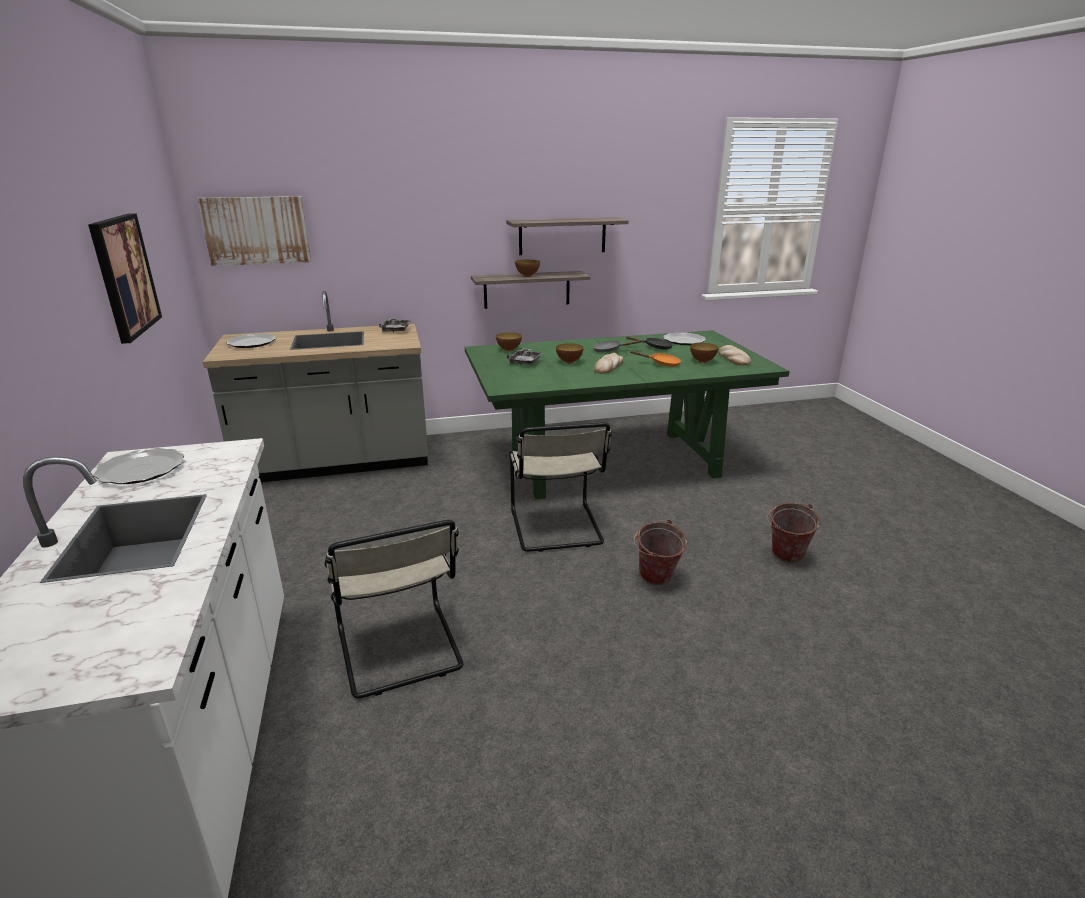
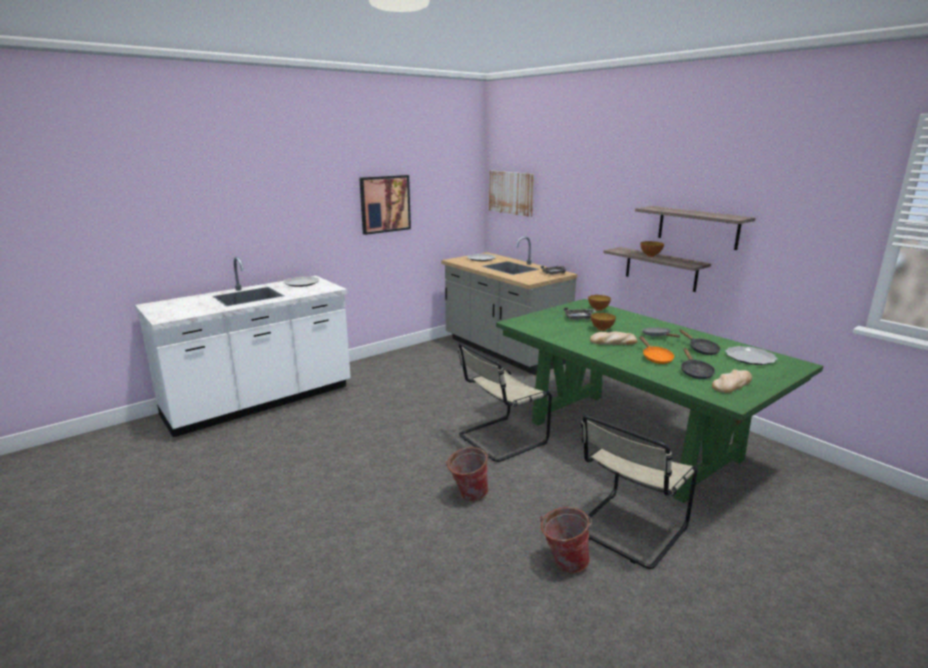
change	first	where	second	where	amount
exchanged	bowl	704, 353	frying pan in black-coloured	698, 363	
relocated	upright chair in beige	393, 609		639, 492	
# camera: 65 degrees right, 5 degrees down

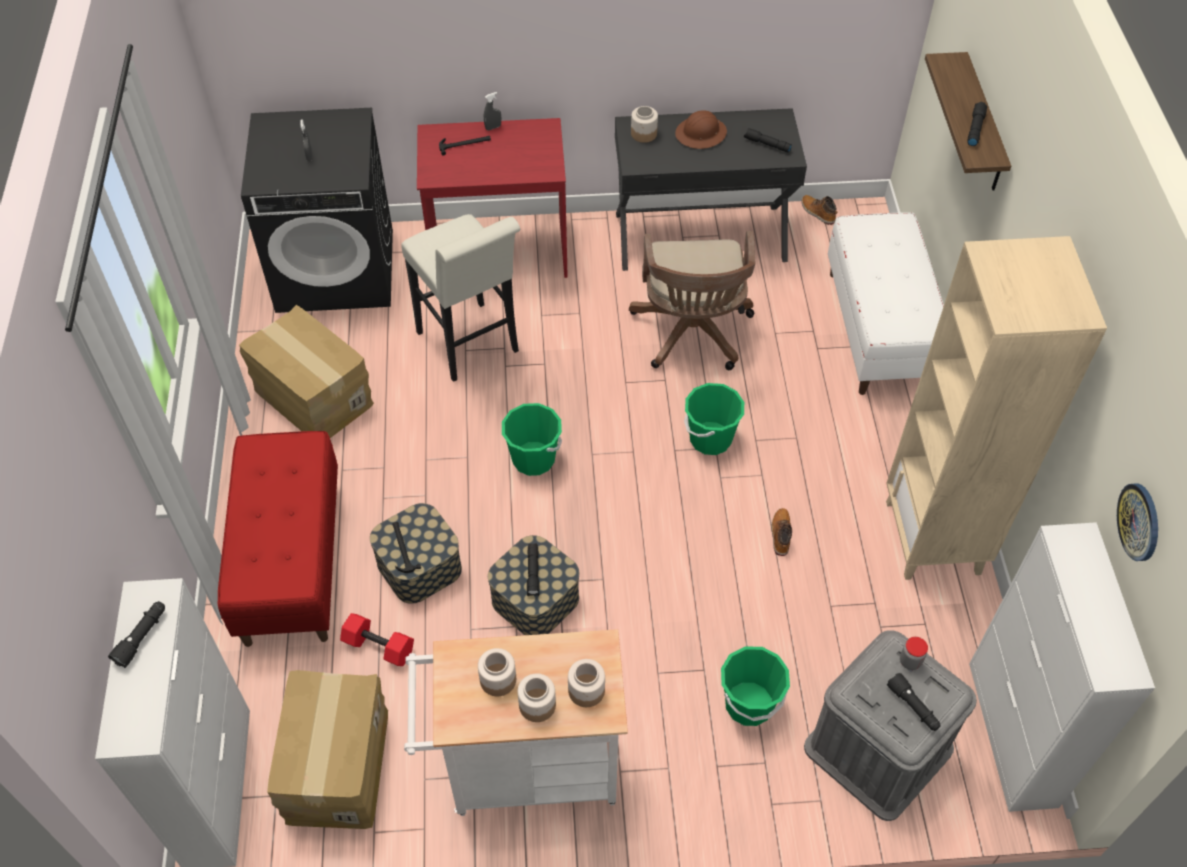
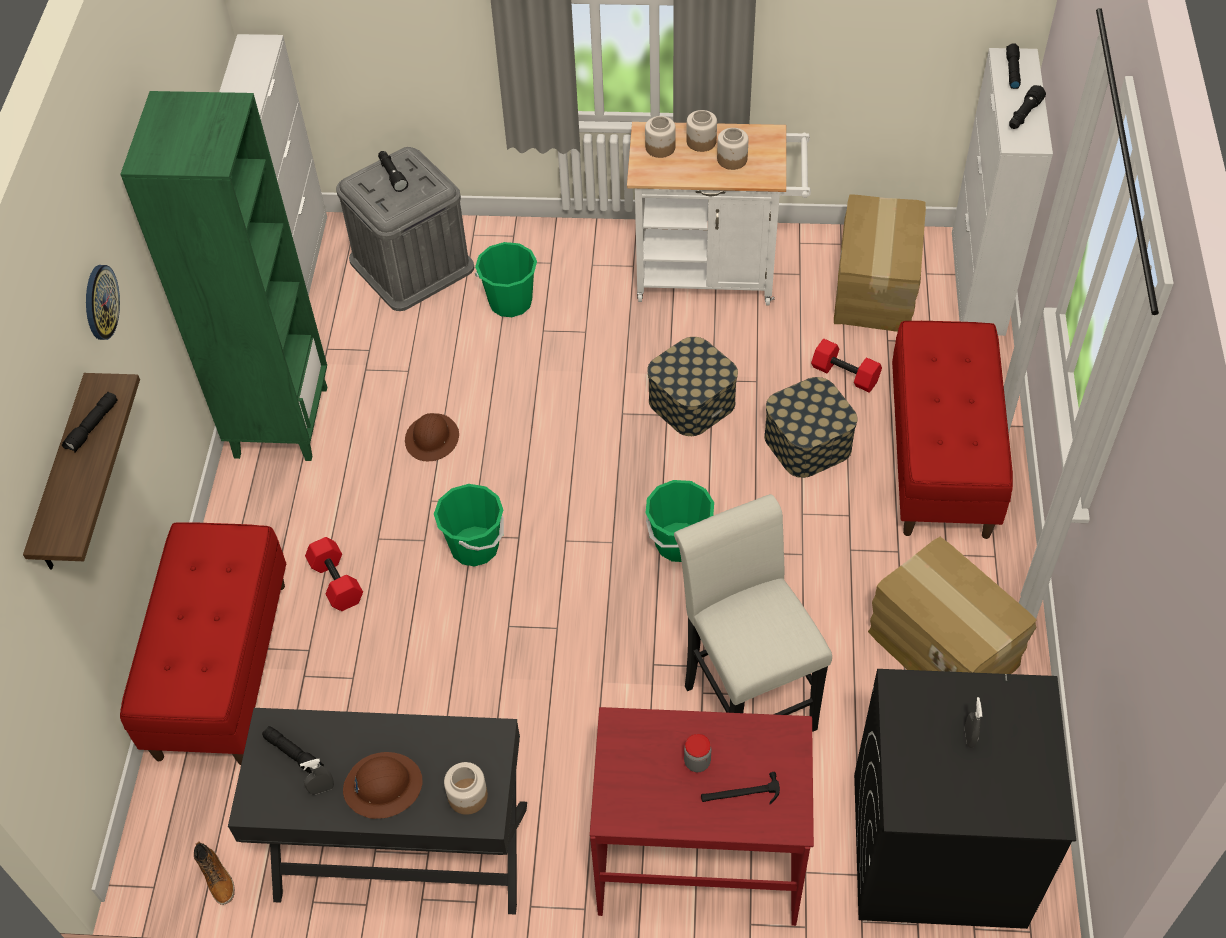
change	first	where	second	where	amount
relocated	hand sprayer in gray	492, 111		317, 777	
colour	bench in white	886, 303	bench in red-coloured	203, 643	
missing	desk chair in brown	692, 300			
colour	bookshelf in beige	996, 408	bookshelf in green-coloured	223, 276	
relocated	clock on the wall	1137, 522		103, 302	
exchanged	tall boot	781, 532	work helmet in brown	432, 437	
missing	tool hammer	406, 547			
relocated	hand torch in black-coloured	533, 569		1013, 66	
relocated	preserve jar	914, 653		697, 753	
appeared			free weight in red-coloured	334, 574	
# camera: 170 degrees left, 0 degrees up

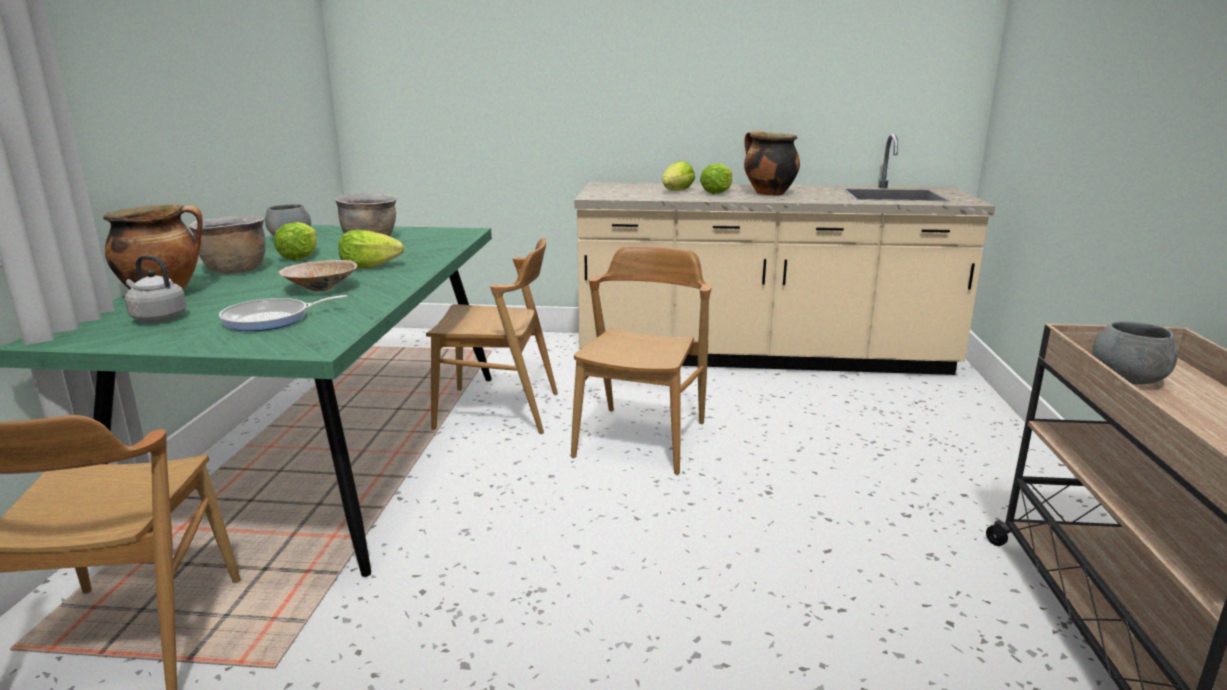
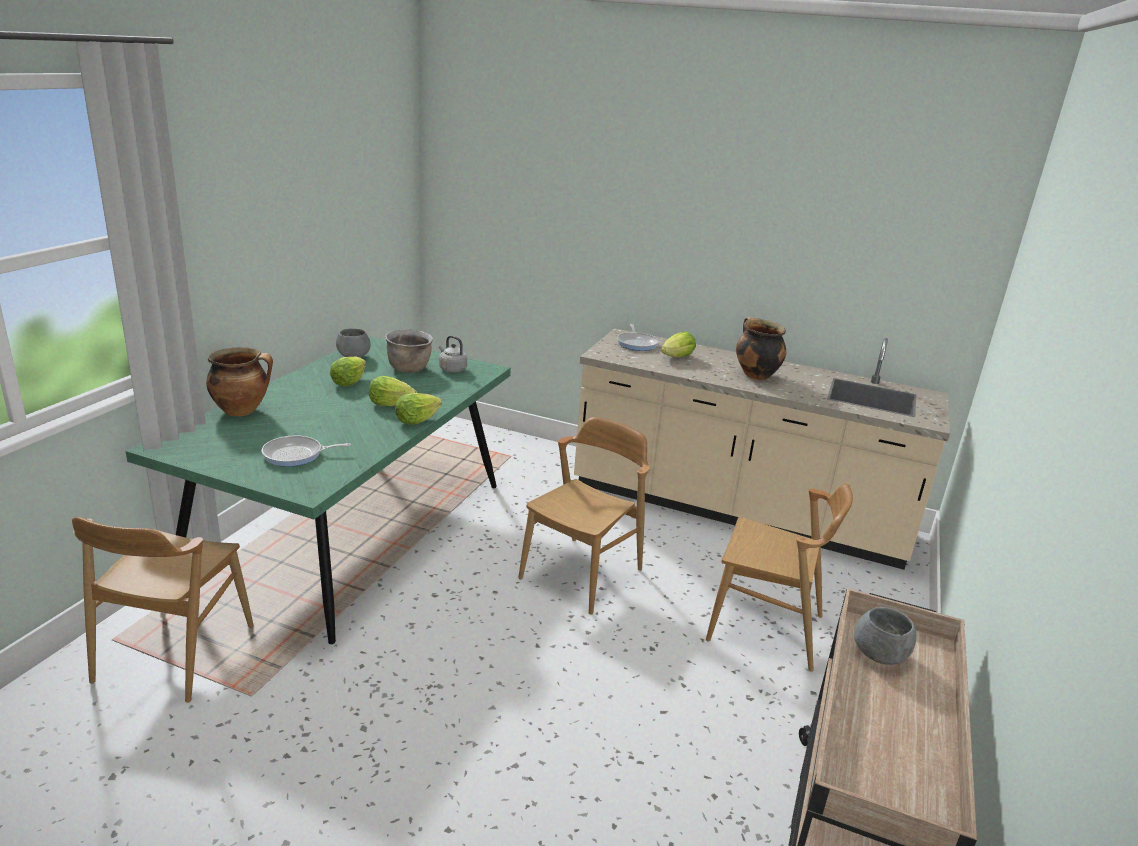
change	first	where	second	where	amount
relocated	lettuce	716, 178		418, 409	
missing	saucepot in brown	227, 245			
relocated	upright chair in brown	492, 336		779, 578	
relocated	tea kettle in gray	156, 289		453, 353	
missing	bowl in beige	317, 275			
appeared			frying pan	638, 337	
# camera: 15 degrees right, 5 degrees up

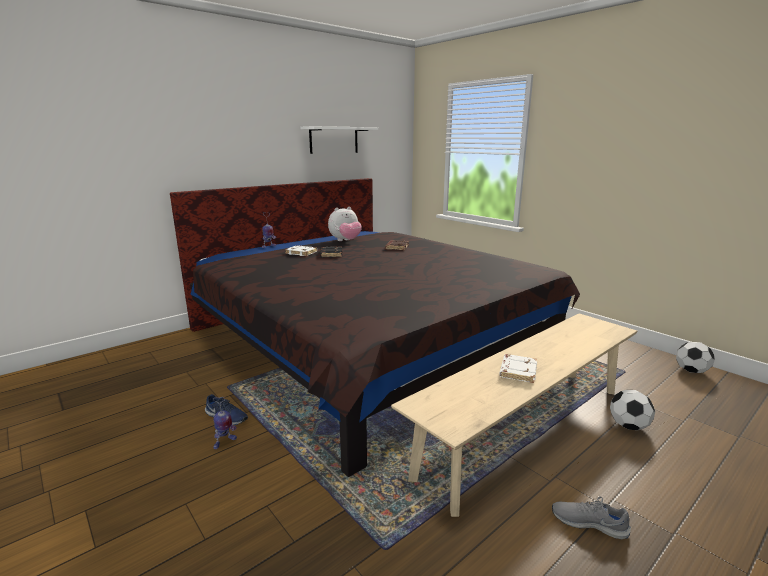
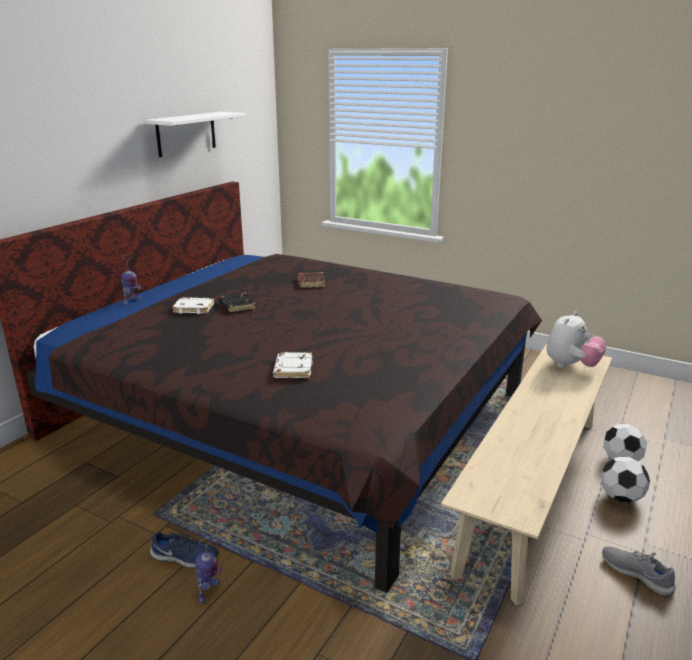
change	first	where	second	where	amount
relocated	cuddly toy	345, 224		576, 339	
relocated	football ball	695, 357		625, 480	
relocated	book in white	518, 368		293, 365	
spun	shoe in gray	591, 518		639, 571	45 degrees clockwise
# camera: 20 degrees left, 5 degrees up

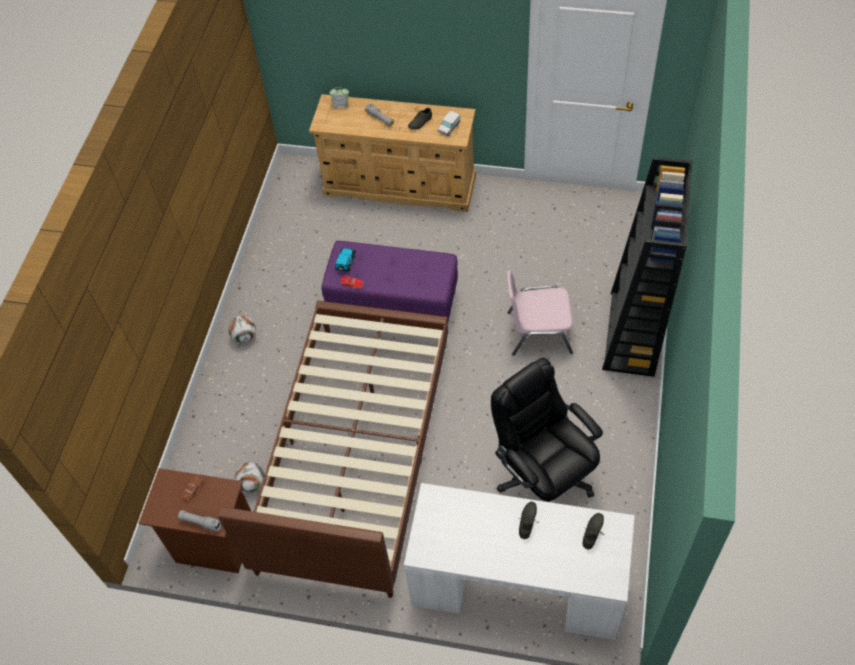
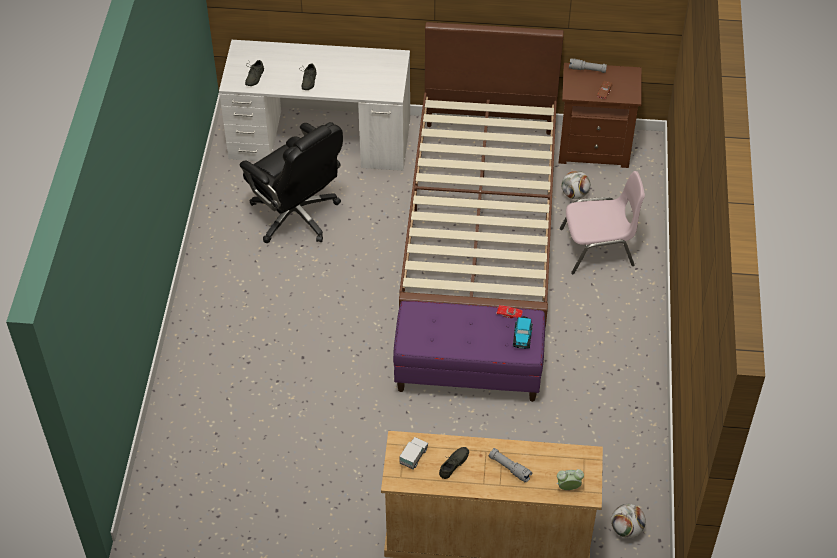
change	first	where	second	where	amount
missing	bookshelf in black-coloured	647, 267			
relocated	upright chair in pink	540, 313		602, 222	
relocated	football ball	242, 329		628, 521	
# camera: 170 degrees right, 5 degrees down

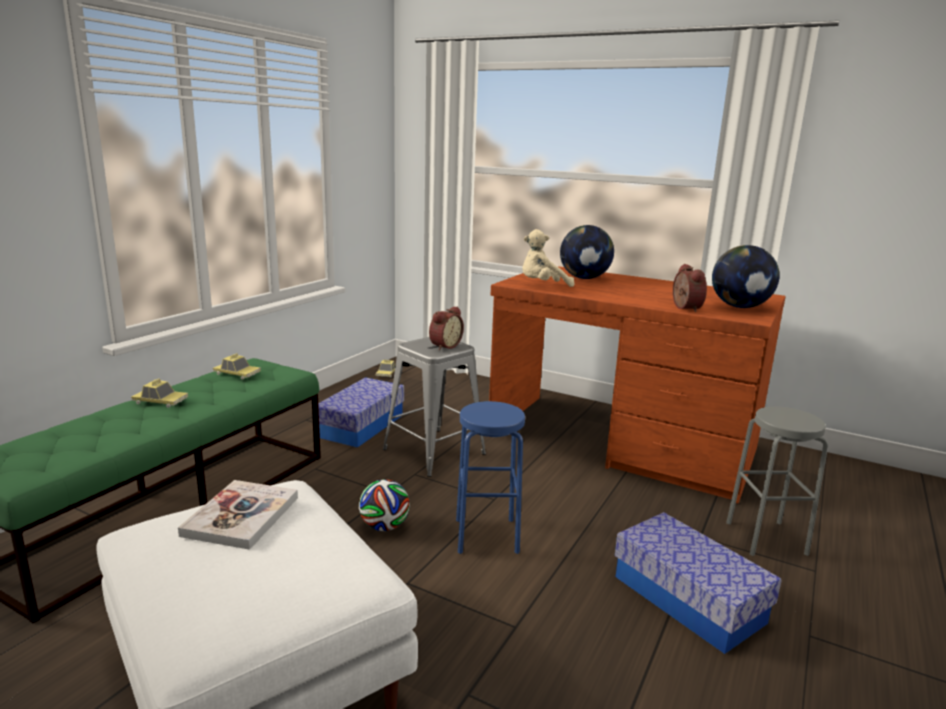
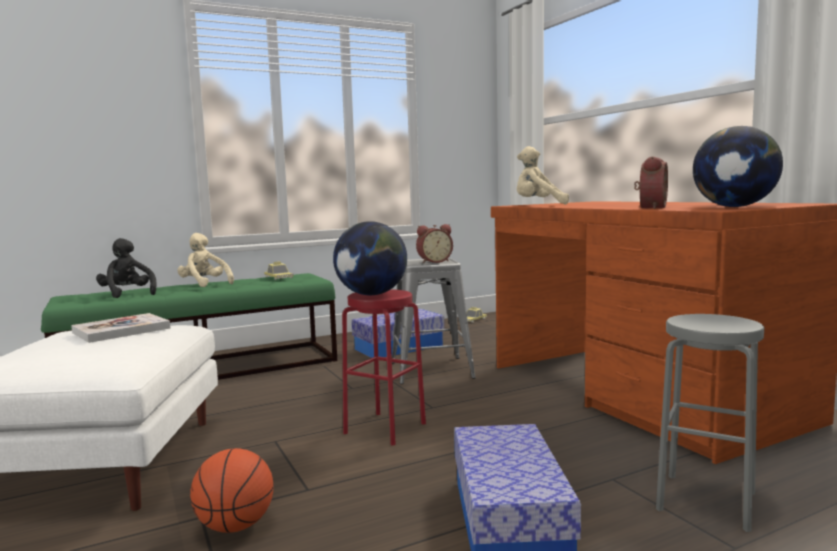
change	first	where	second	where	amount
relocated	world globe	587, 252		370, 258	
exchanged	miniature car	159, 393	cuddly toy in beige	205, 260	
colour	stool in blue-coloured	490, 477	stool in red-coloured	384, 367	
missing	football ball	384, 505			
appeared			cuddly toy in black-coloured	126, 268	
appeared			basketball	232, 490	
# camera: 35 degrees right, 10 degrees down

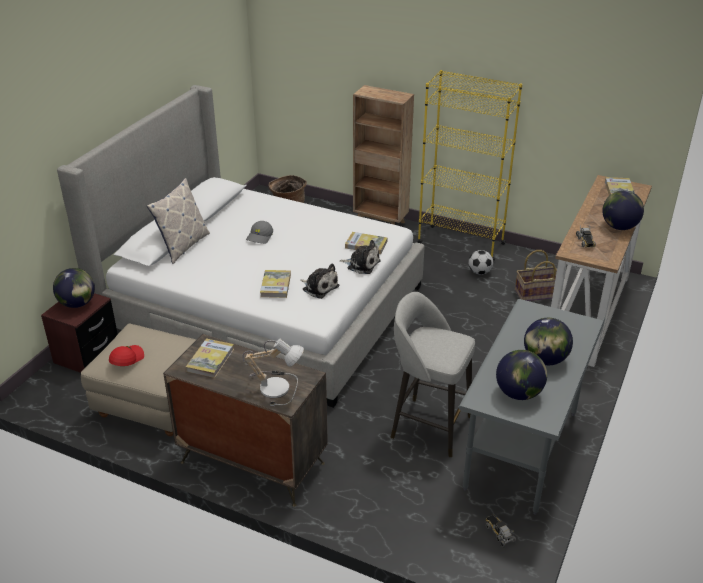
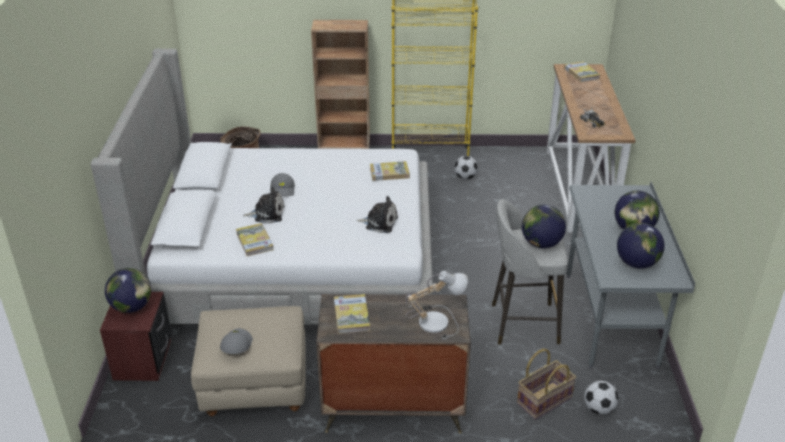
change	first	where	second	where	amount
missing	throw pillow	178, 221			
relocated	world globe	623, 210		544, 226	
relocated	cuddly toy	360, 257		263, 205	
relocated	basket	536, 275		546, 384	
relocated	book	275, 284		254, 239	
colour	baseball cap in red-coloured	126, 355	baseball cap in gray	236, 341	
missing	toy truck	500, 530			
appeared			football ball	601, 398	
# camera: 25 degrees left, 0 degrees up

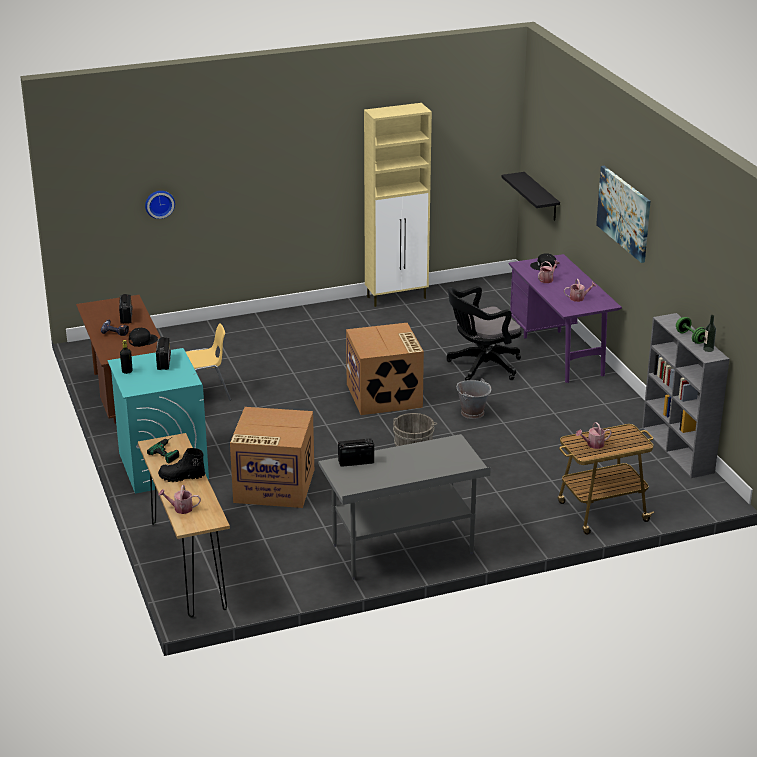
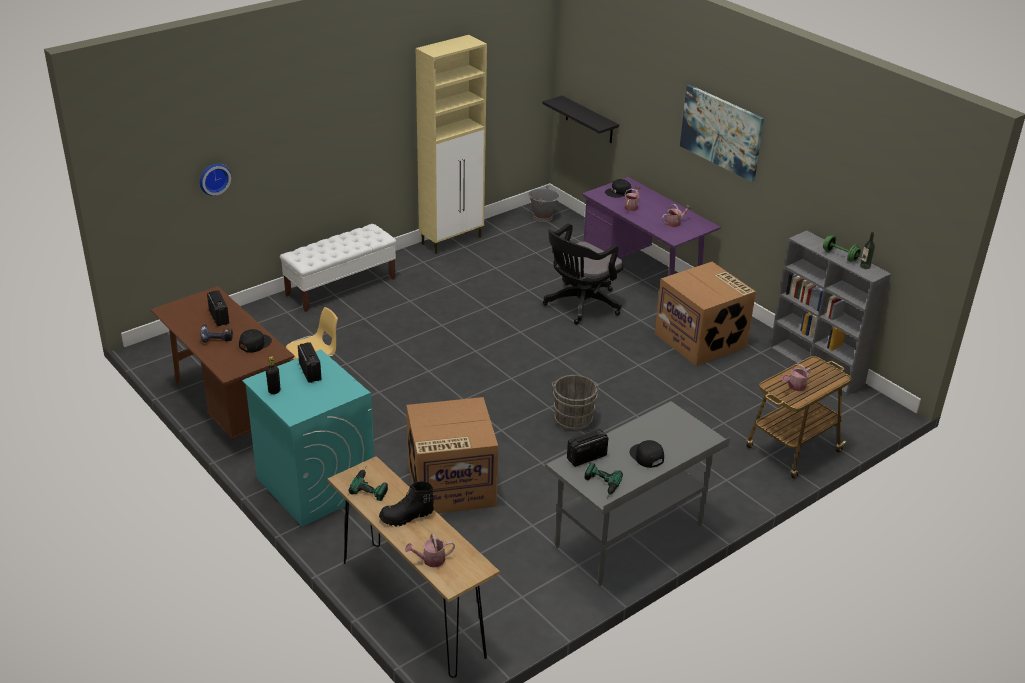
change	first	where	second	where	amount
relocated	cardboard box	385, 369		705, 314	
relocated	bucket in gray	474, 398		544, 203	
appeared			bench in white	338, 268	
appeared			baseball cap in black-coloured	647, 454	
appeared			electric drill	604, 480	
# camera: 20 degrees left, 5 degrees up

